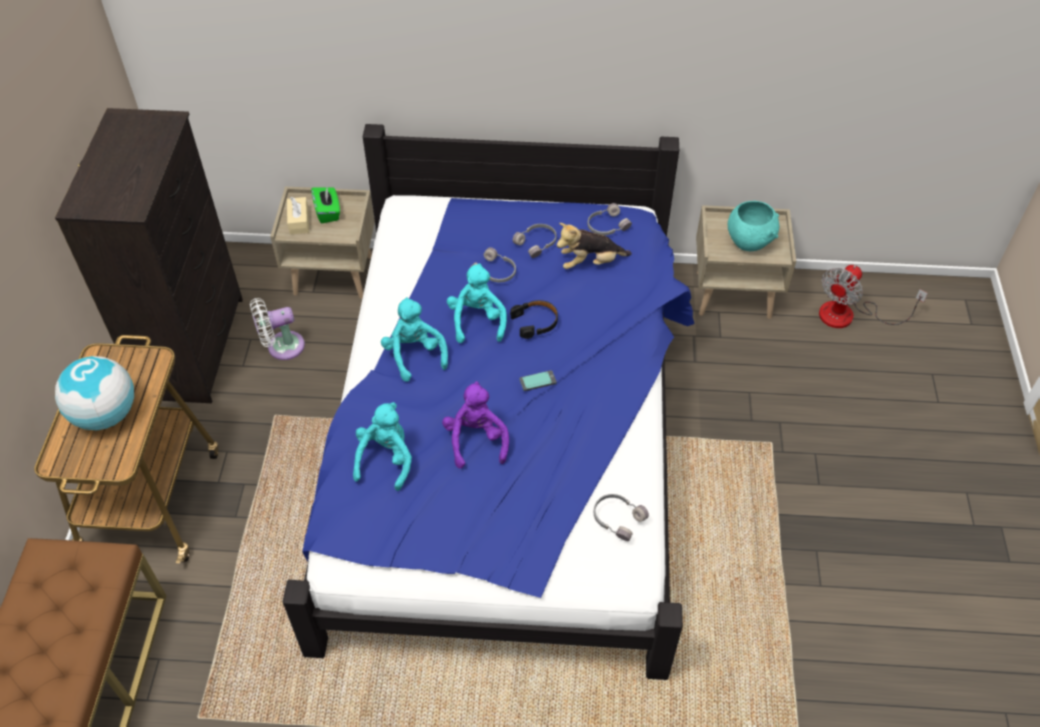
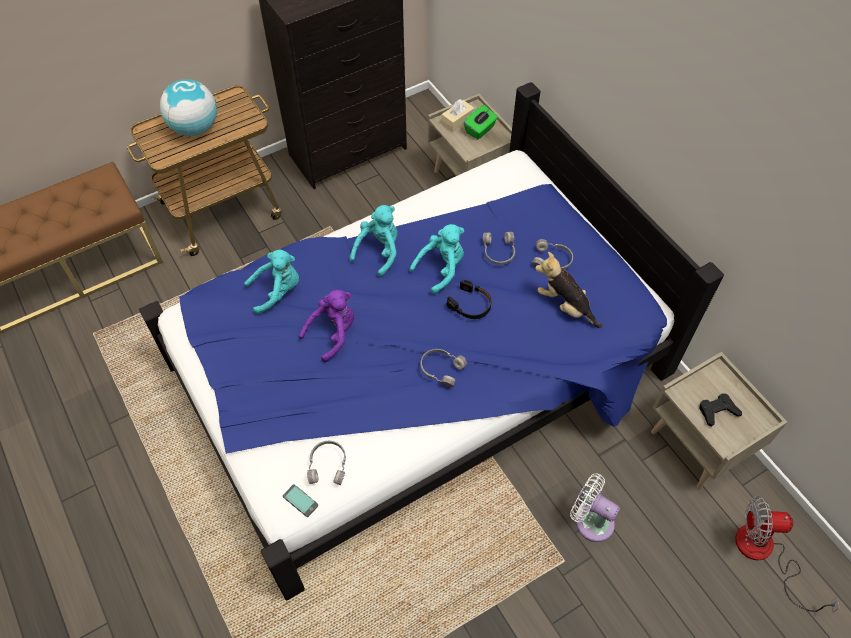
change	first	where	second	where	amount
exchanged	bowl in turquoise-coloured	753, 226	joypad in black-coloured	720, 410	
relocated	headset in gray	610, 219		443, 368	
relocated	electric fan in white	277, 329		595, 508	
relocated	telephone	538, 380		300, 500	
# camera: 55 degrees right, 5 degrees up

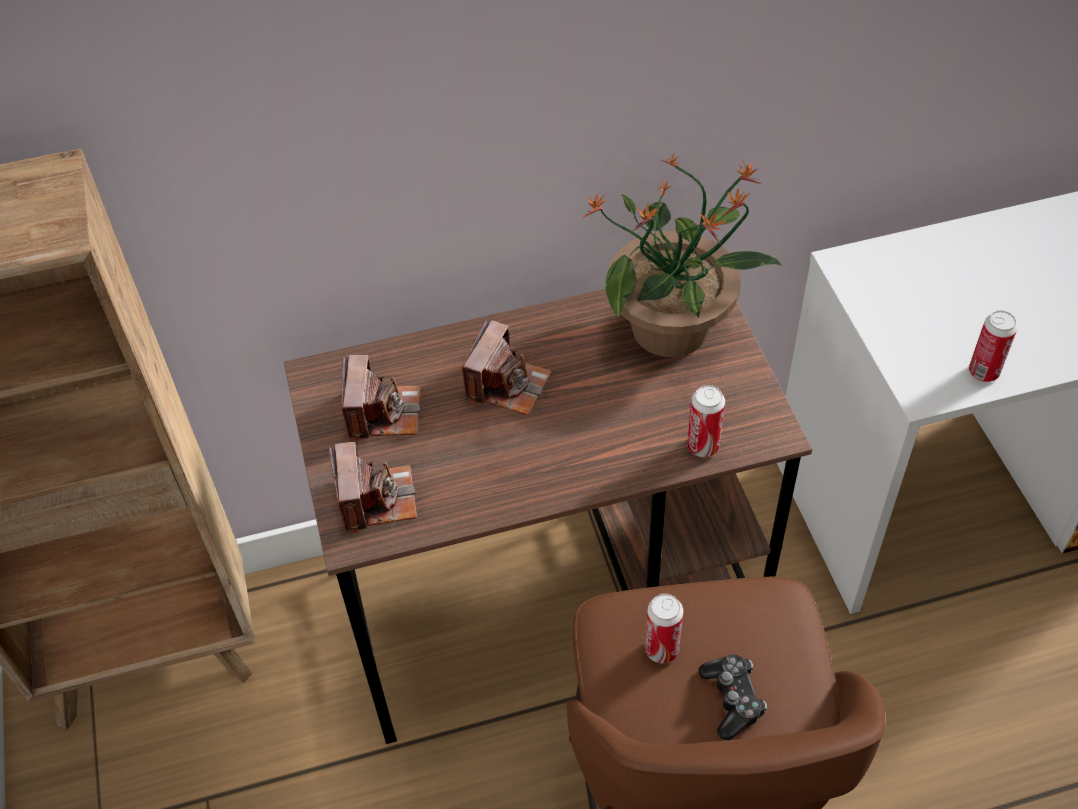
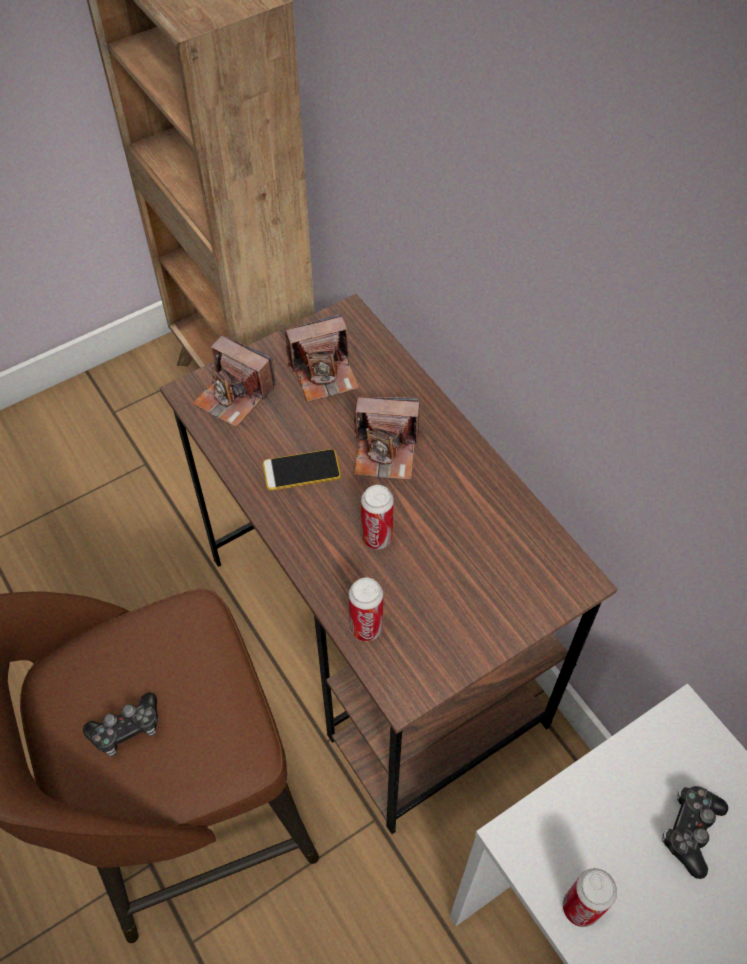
change	first	where	second	where	amount
missing	plant in a pot	681, 255			
spun	still camera	372, 488		234, 381	60 degrees clockwise
relocated	sealed can	664, 628		377, 517	
appeared			telephone	302, 470	
appeared			joypad	695, 832	
# camera: 70 degrees right, 5 degrees up

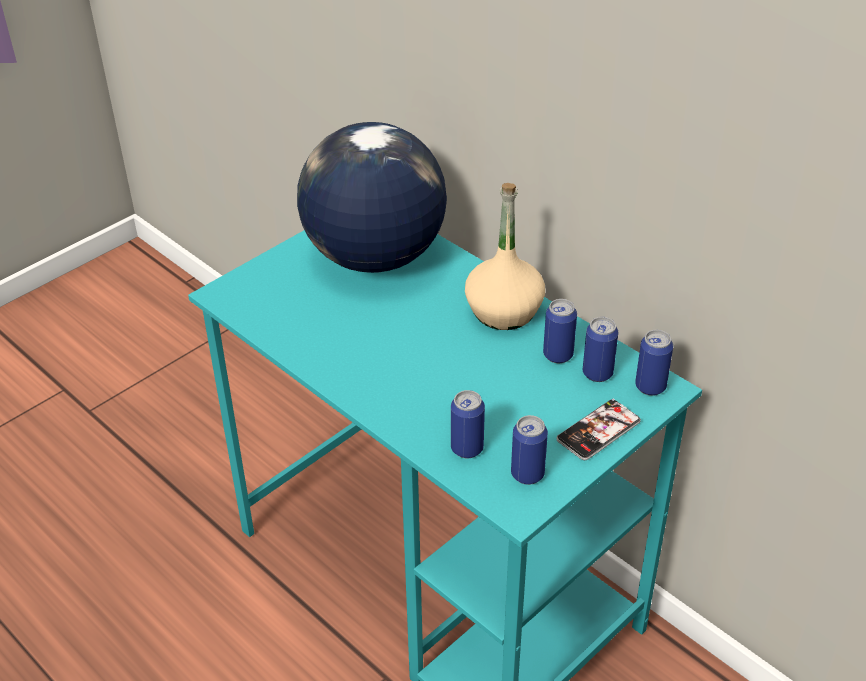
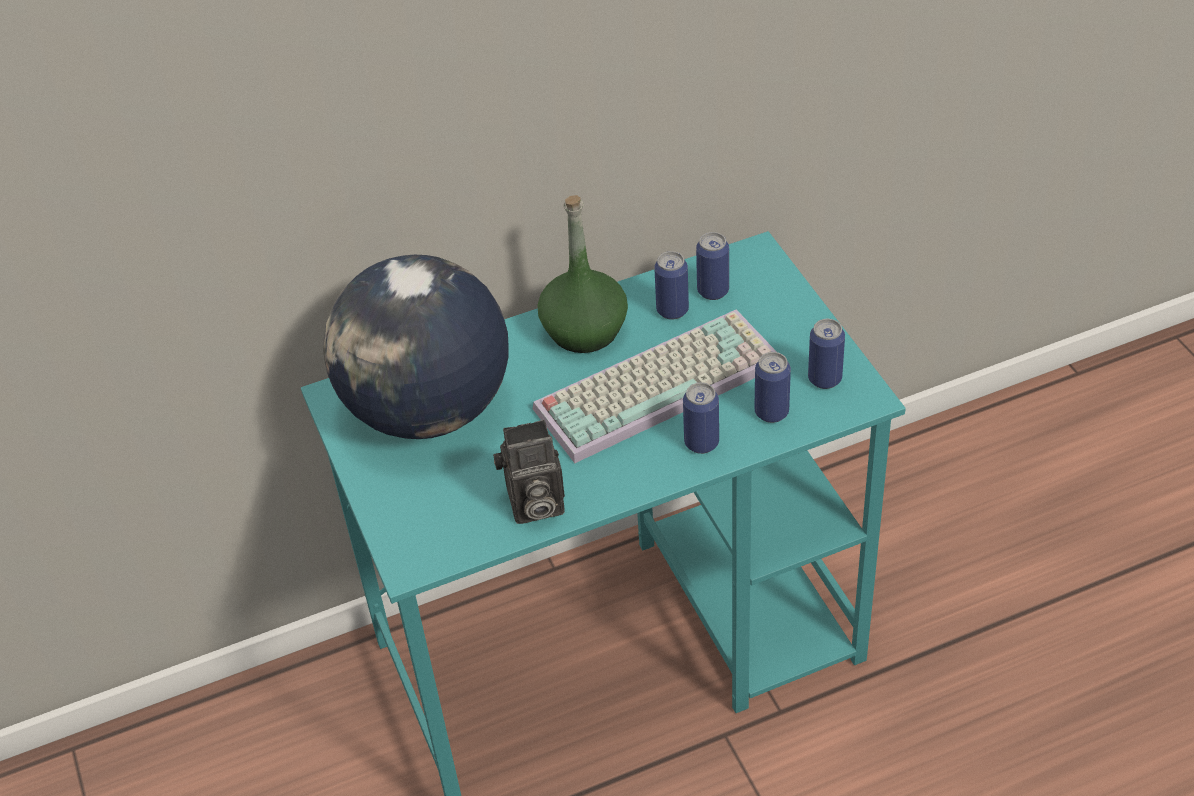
change	first	where	second	where	amount
colour	beverage bottle in beige	505, 256	beverage bottle in green-coloured	583, 274	
relocated	sealed can	654, 363		701, 418	
missing	telephone	598, 429			
appeared			computer keyboard	655, 386	
appeared			still camera	529, 472	
# camera: 65 degrees left, 5 degrees up

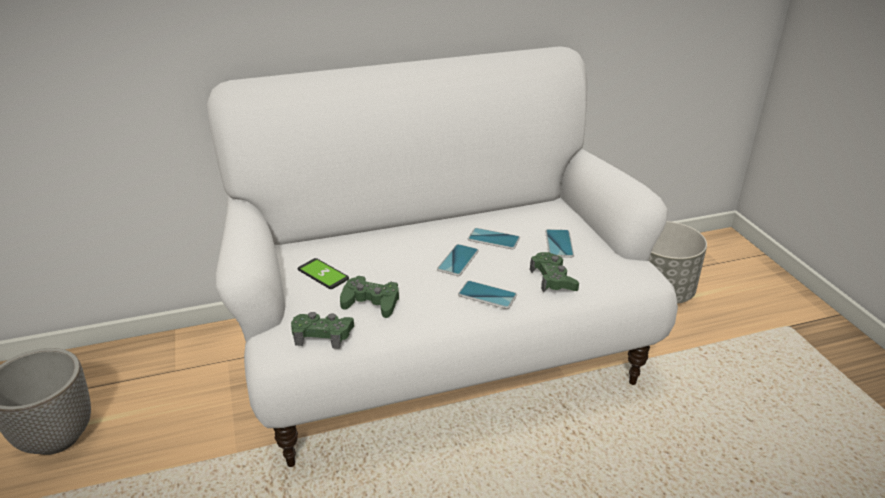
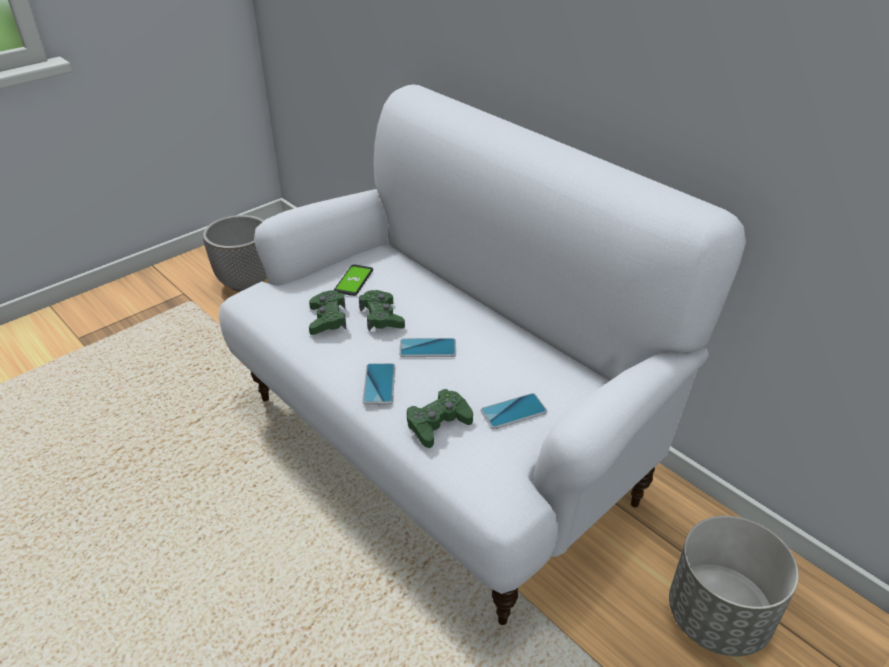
change	first	where	second	where	amount
missing	telephone	494, 239			
relocated	joypad in green-coloured	322, 330		382, 310	
# camera: 65 degrees right, 5 degrees up

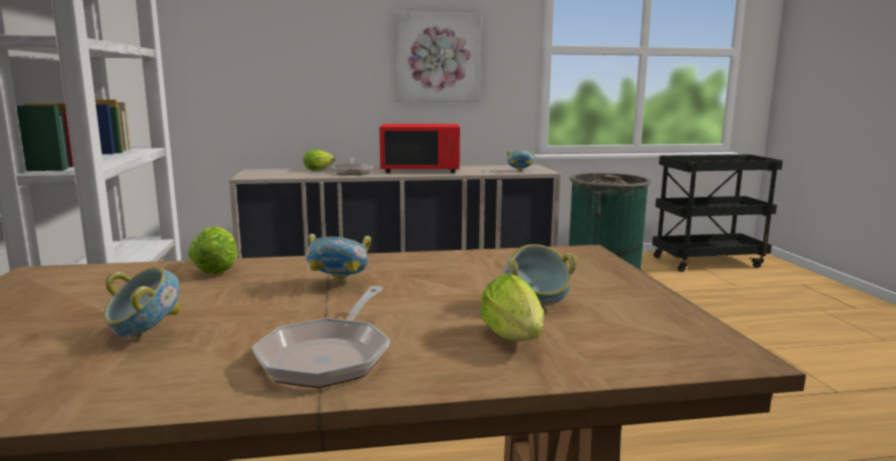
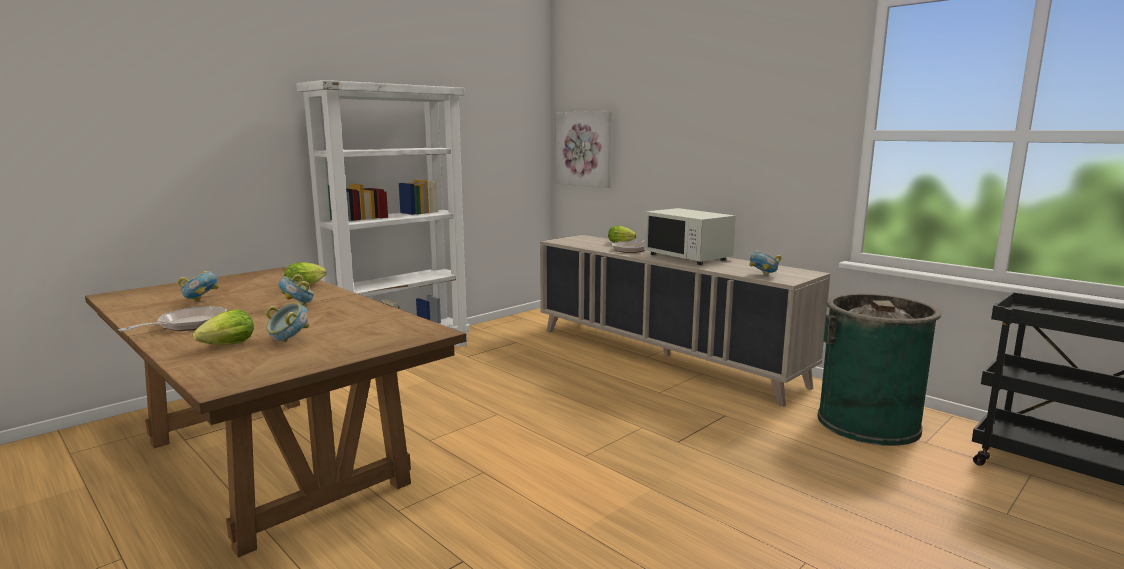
change	first	where	second	where	amount
relocated	wall picture	437, 56		584, 149	
colour	microwave in red-coloured	420, 148	microwave in white	690, 236	
spun	frying pan	321, 337		172, 319	135 degrees clockwise
# camera: 55 degrees right, 0 degrees up

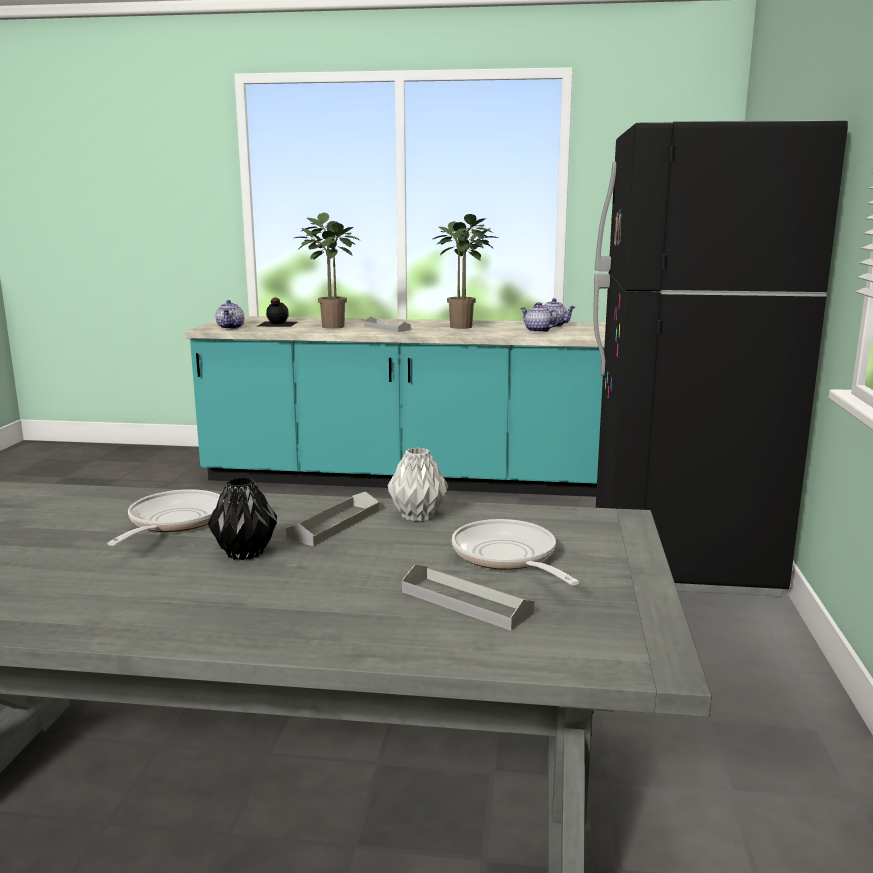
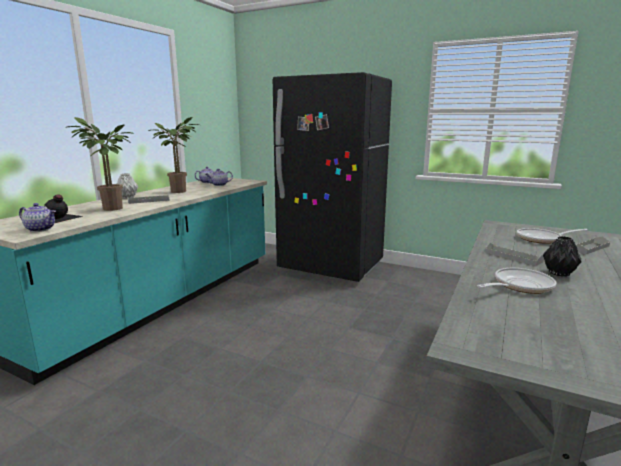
change	first	where	second	where	amount
relocated	decorative vase in gray	418, 484		127, 186	
spun	frying pan	163, 517		517, 281	120 degrees clockwise
# camera: 70 degrees left, 0 degrees up

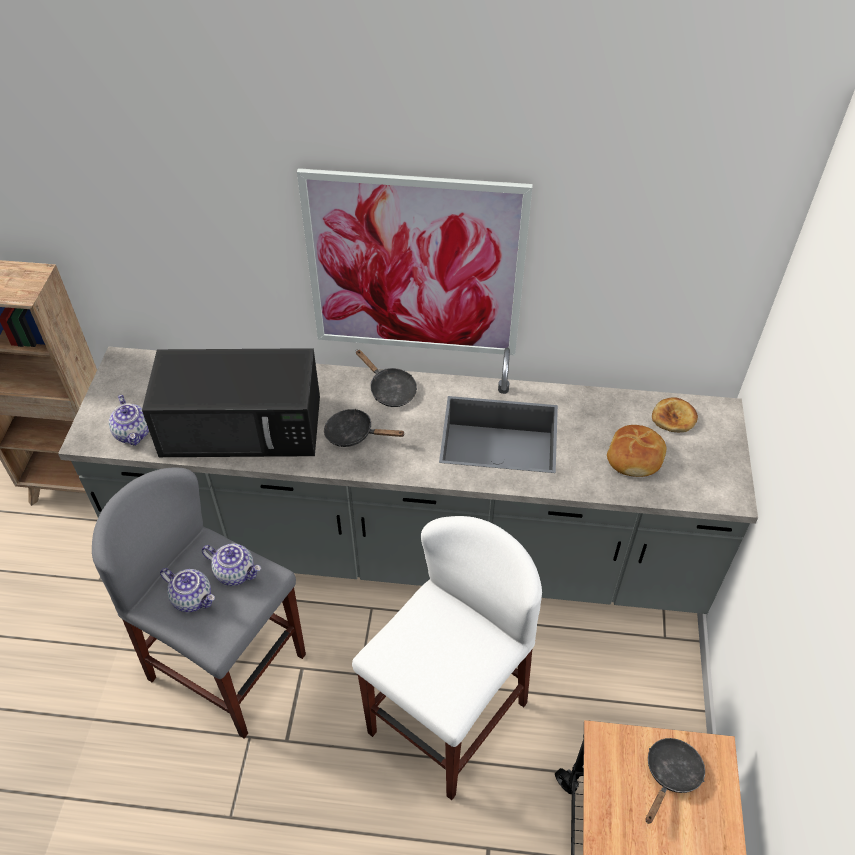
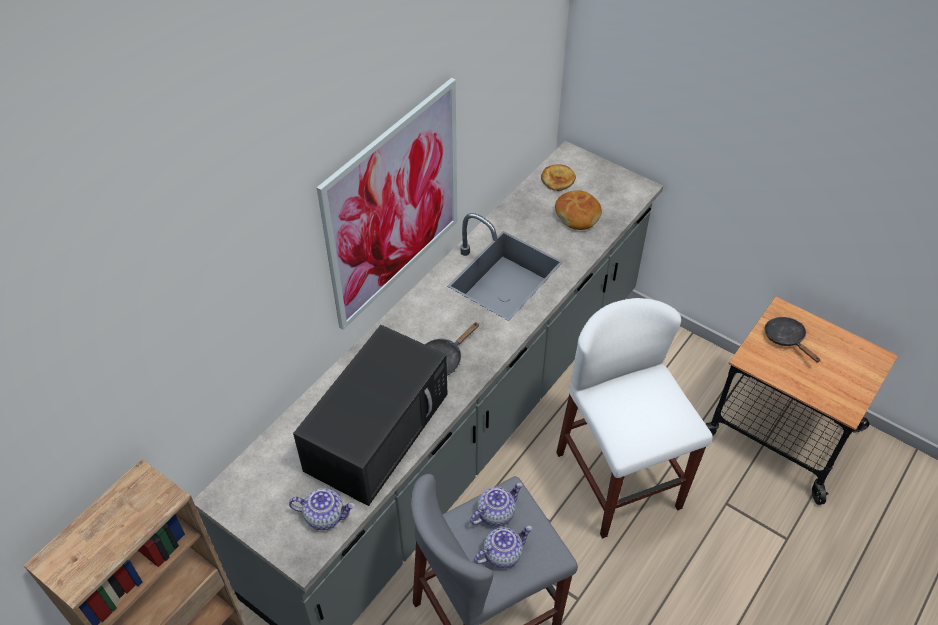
change	first	where	second	where	amount
missing	frying pan in black-coloured	386, 378			
# camera: 60 degrees left, 0 degrees up

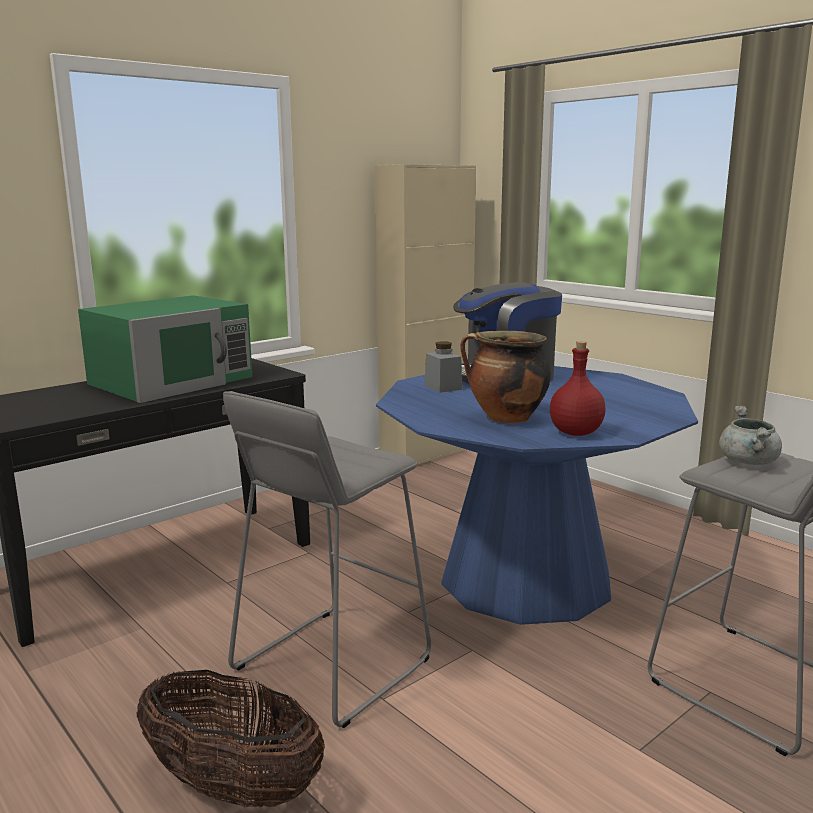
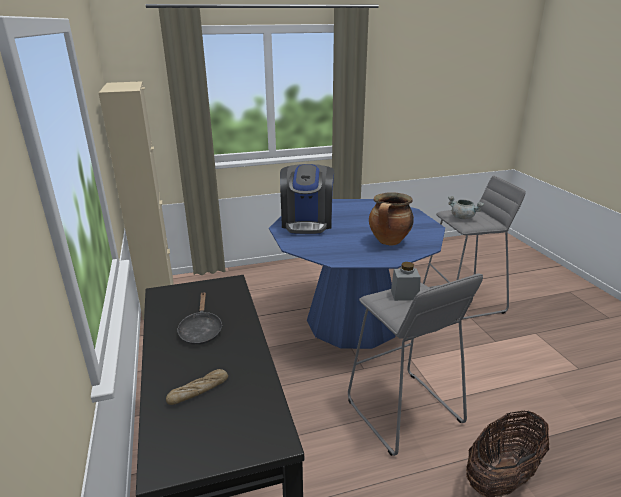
change	first	where	second	where	amount
exchanged	microwave in green-coloured	165, 349	frying pan in black-coloured	200, 318	
relocated	preserve jar in gray	443, 367		406, 281	
missing	beverage bottle in red-coloured	577, 388			
appeared			bakery bread	197, 387	
# camera: 65 degrees left, 10 degrees up

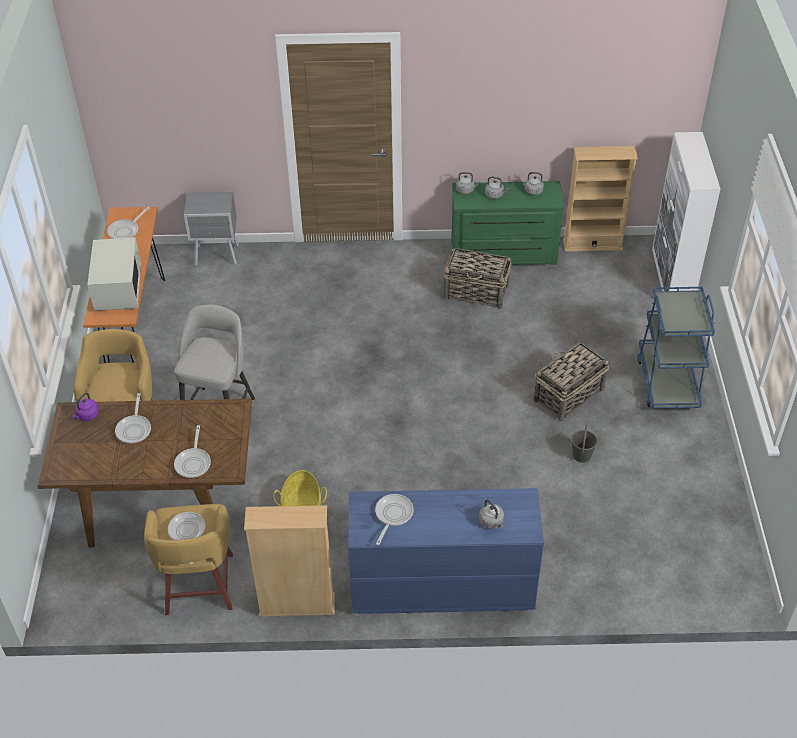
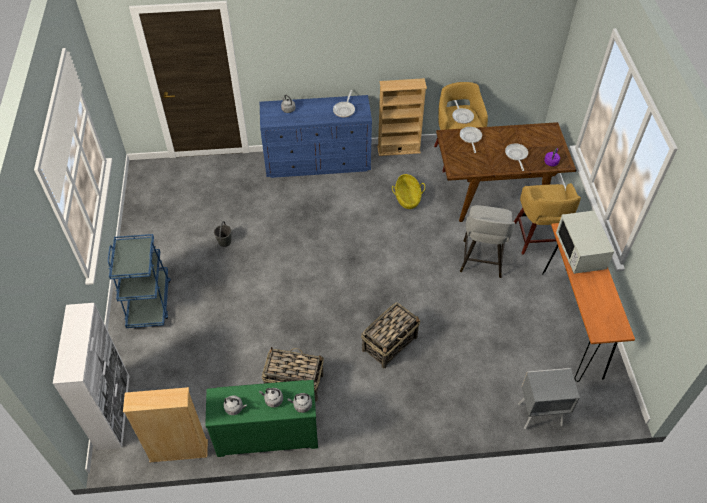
change	first	where	second	where	amount
missing	frying pan	128, 223			
relocated	basket	571, 380		390, 335	
# camera: 175 degrees right, 5 degrees up

